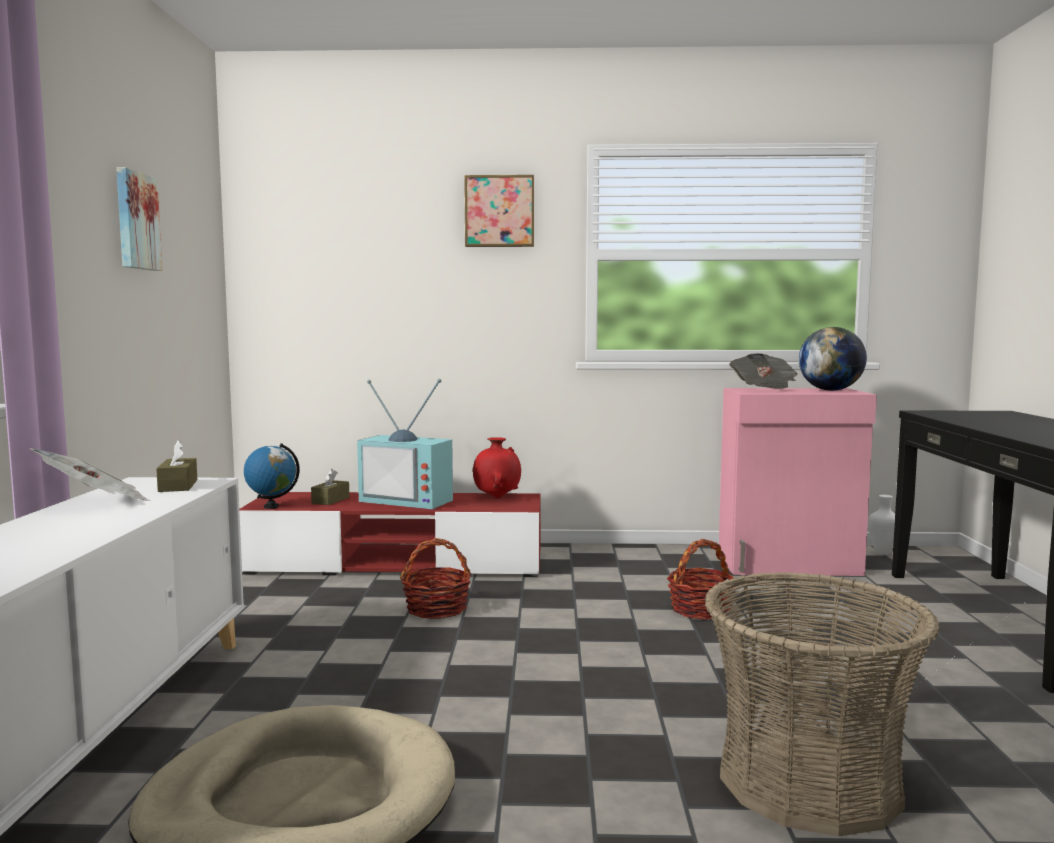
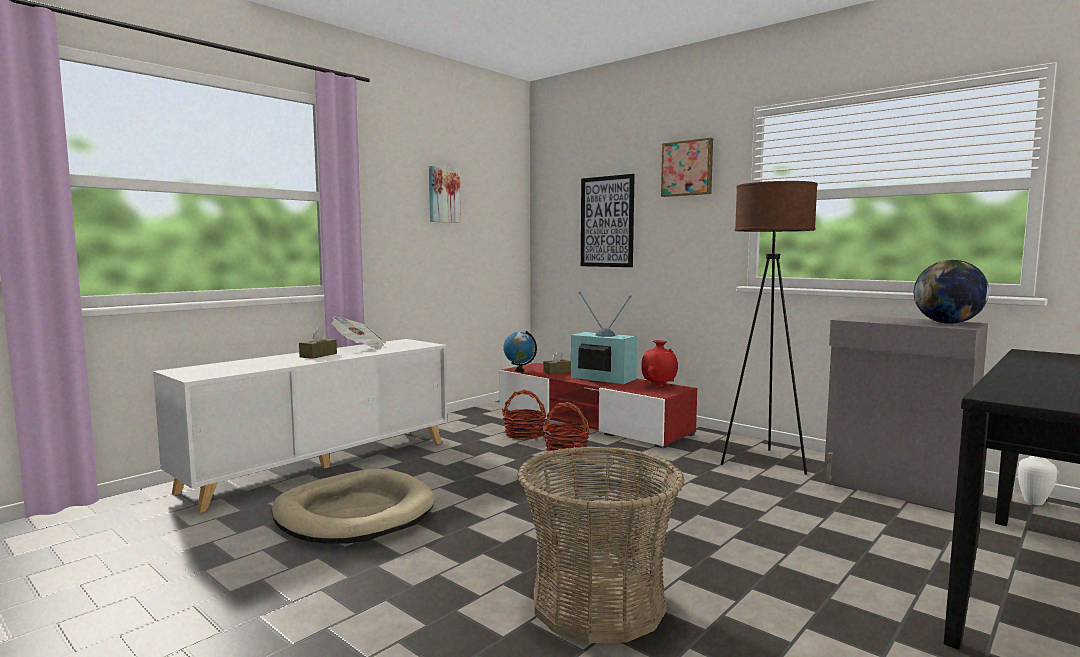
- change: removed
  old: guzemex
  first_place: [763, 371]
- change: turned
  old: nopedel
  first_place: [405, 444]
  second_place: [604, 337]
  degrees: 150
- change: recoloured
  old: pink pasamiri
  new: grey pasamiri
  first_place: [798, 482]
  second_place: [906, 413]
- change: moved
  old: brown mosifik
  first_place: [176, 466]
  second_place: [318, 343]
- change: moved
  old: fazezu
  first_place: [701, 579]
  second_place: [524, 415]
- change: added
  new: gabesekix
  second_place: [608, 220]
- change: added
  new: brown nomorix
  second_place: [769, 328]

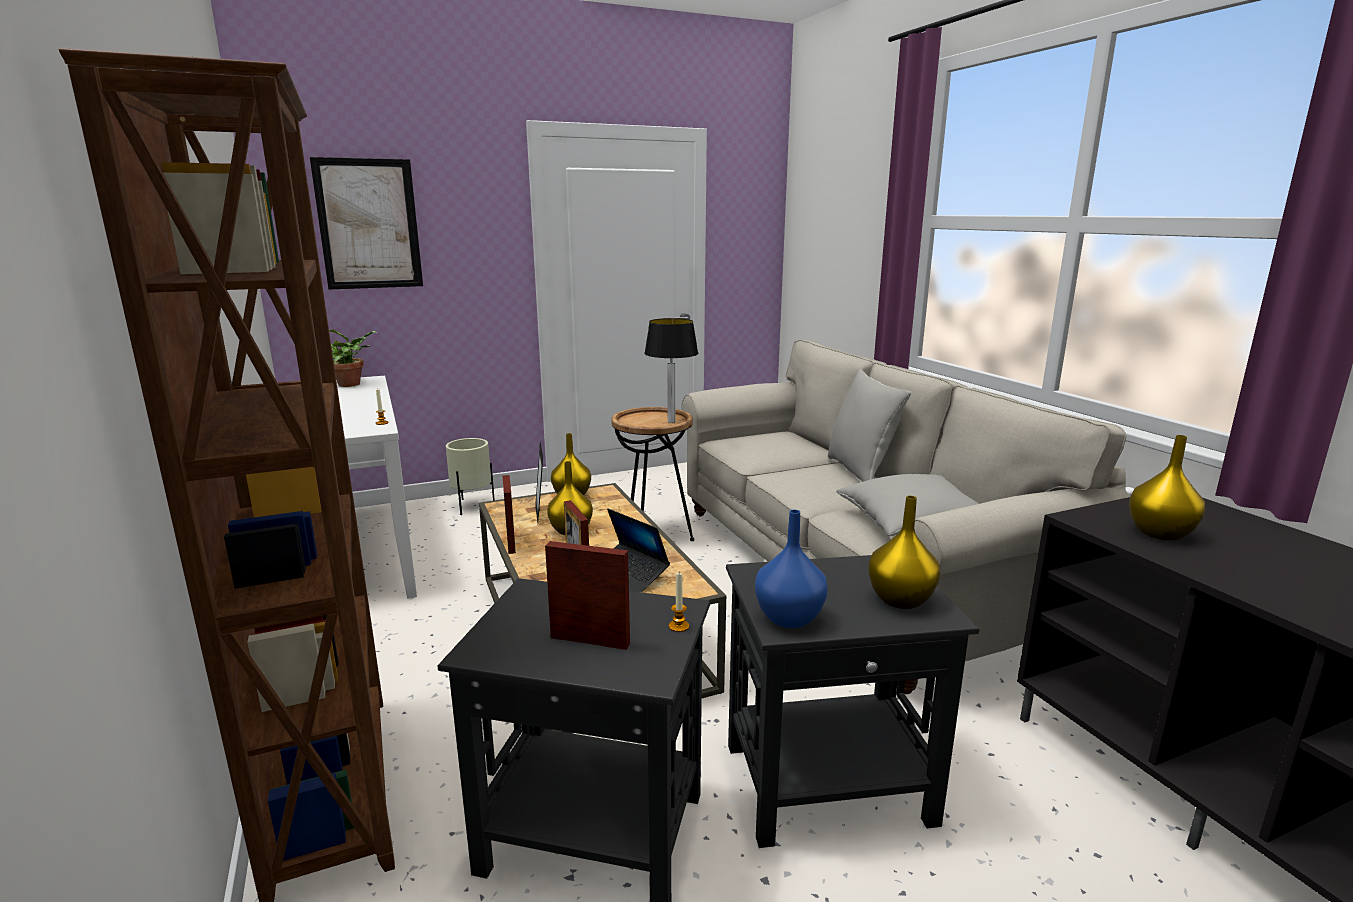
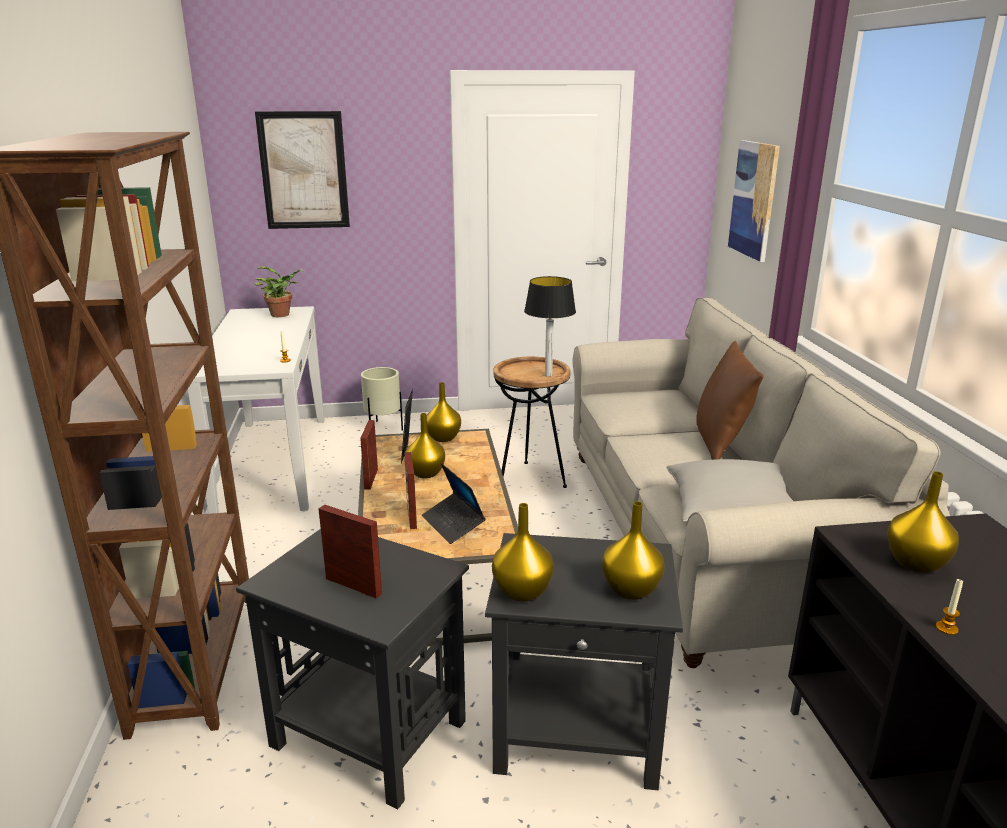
- change: recoloured
  old: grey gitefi
  new: brown gitefi
  first_place: [869, 425]
  second_place: [730, 400]
- change: recoloured
  old: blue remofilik
  new: yellow remofilik
  first_place: [791, 569]
  second_place: [523, 552]
- change: moved
  old: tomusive
  first_place: [679, 602]
  second_place: [949, 606]
- change: added
  new: gabesekix
  second_place: [754, 201]

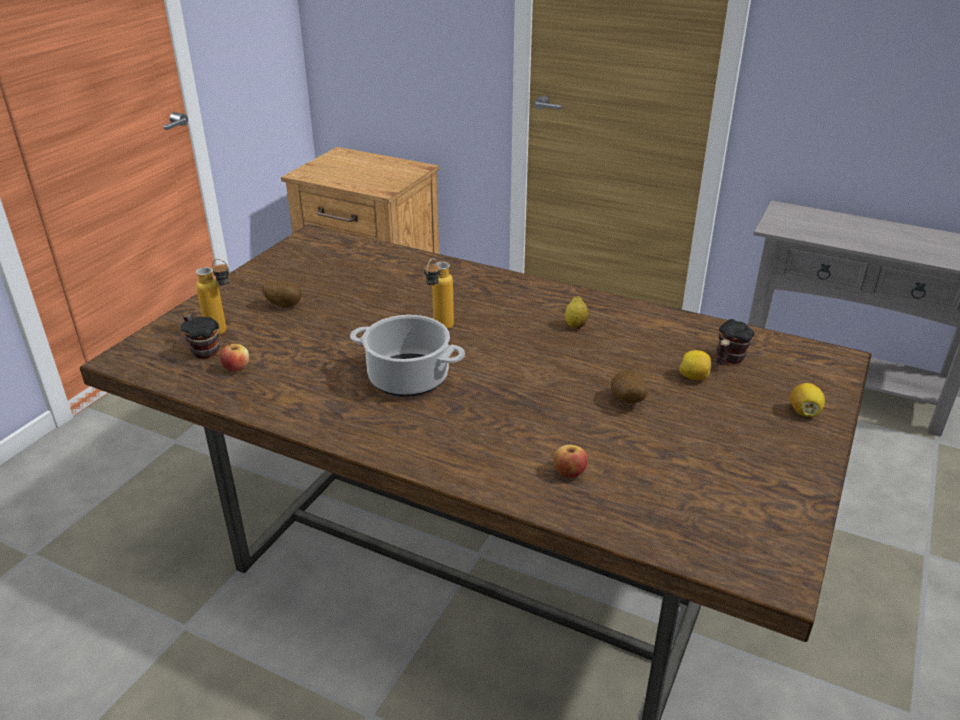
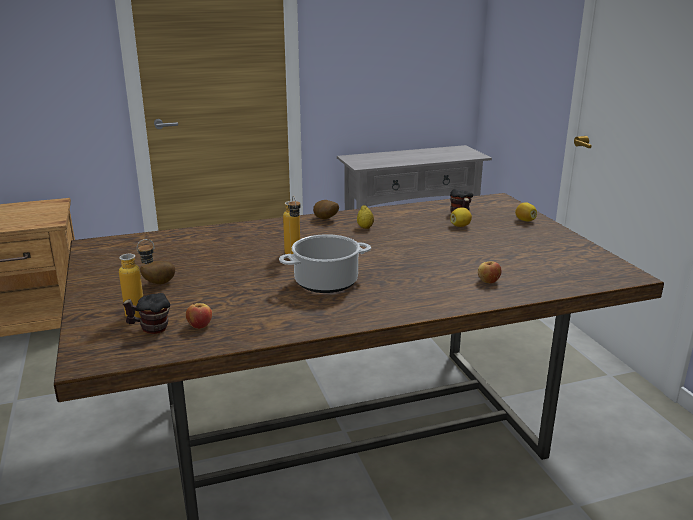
- change: moved
  old: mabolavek
  first_place: [629, 386]
  second_place: [326, 209]

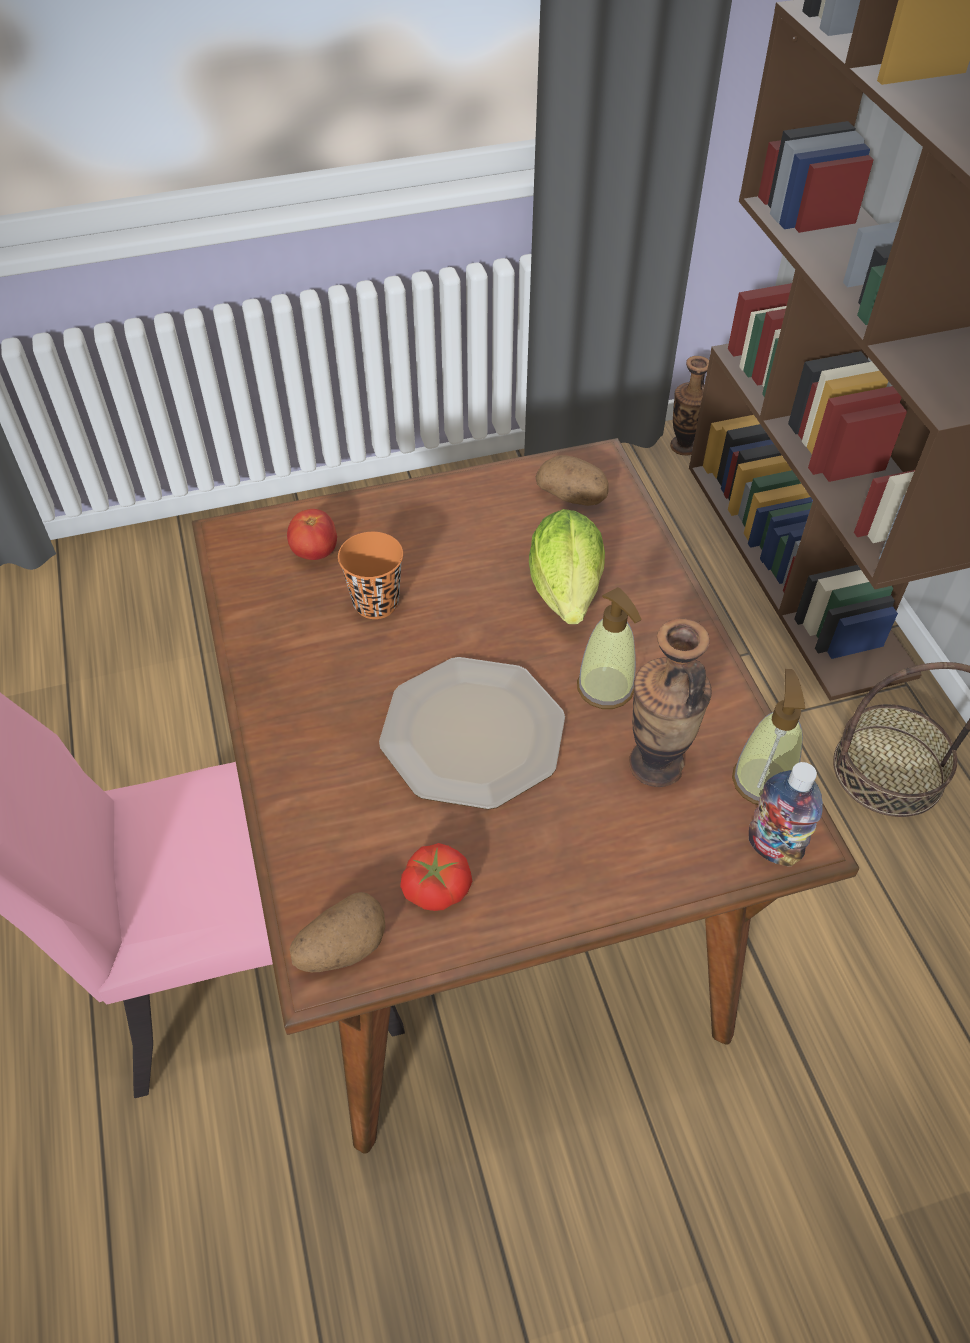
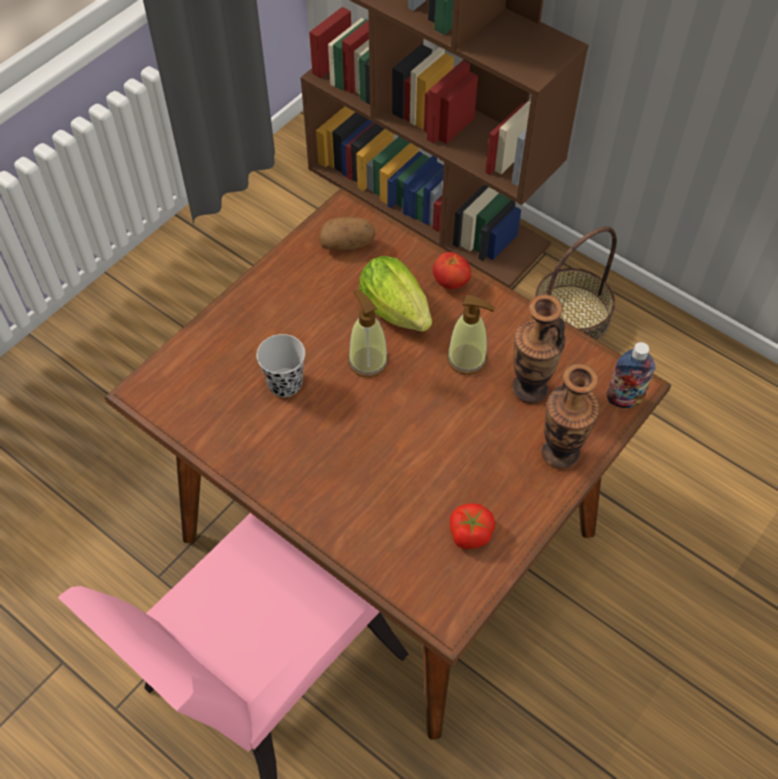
- change: moved
  old: remofilik
  first_place: [689, 406]
  second_place: [570, 417]
- change: moved
  old: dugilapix
  first_place: [312, 534]
  second_place: [452, 270]
- change: recoloured
  old: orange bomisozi
  new: black bomisozi
  first_place: [370, 575]
  second_place: [280, 365]
- change: removed
  old: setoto
  first_place: [472, 733]
- change: moved
  old: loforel
  first_place: [768, 737]
  second_place: [368, 333]
- change: removed
  old: mabolavek
  first_place: [338, 932]

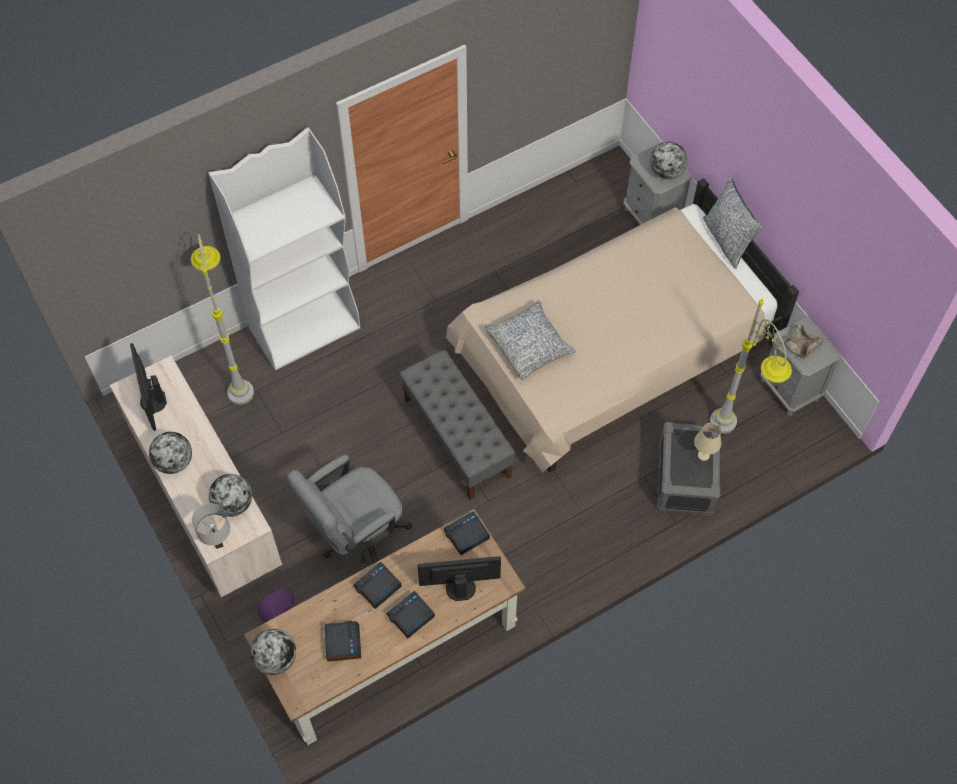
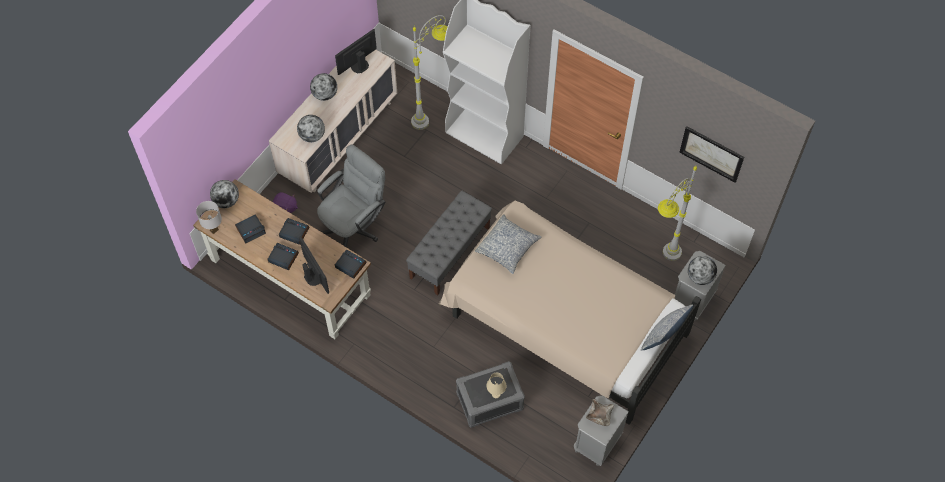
- change: moved
  old: grey nomorix
  first_place: [751, 366]
  second_place: [677, 213]
- change: turned
  old: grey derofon
  first_place: [349, 509]
  second_place: [351, 195]
  degrees: 105
- change: moved
  old: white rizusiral
  first_place: [211, 526]
  second_place: [209, 217]
- change: added
  new: gabesekix
  second_place: [711, 154]

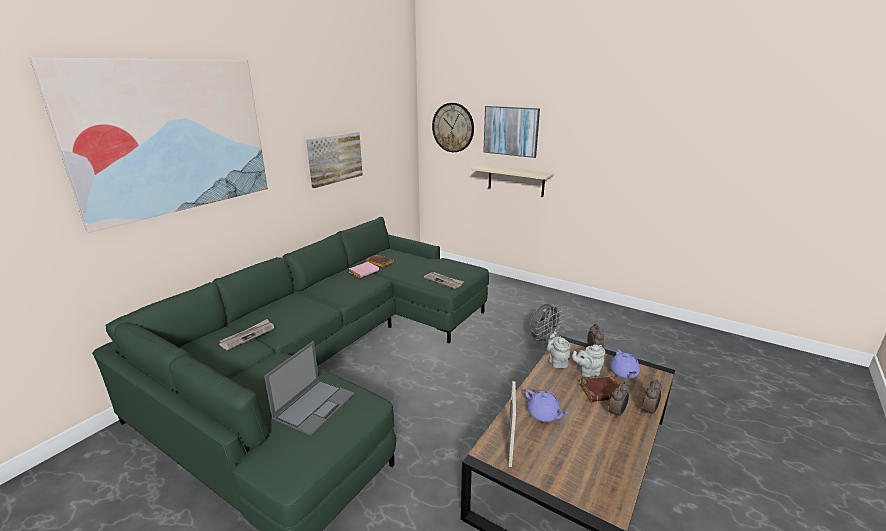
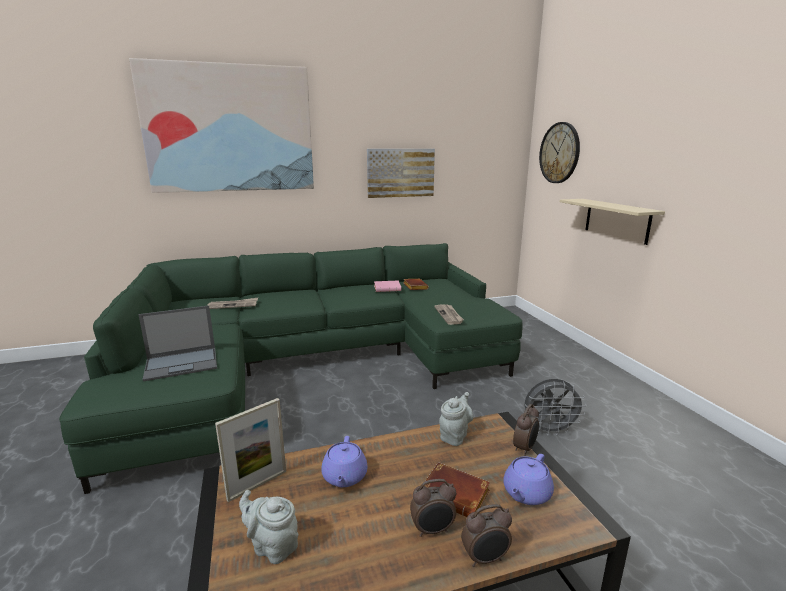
- change: removed
  old: gabesekix
  first_place: [511, 132]
- change: moved
  old: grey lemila
  first_place: [588, 361]
  second_place: [269, 527]

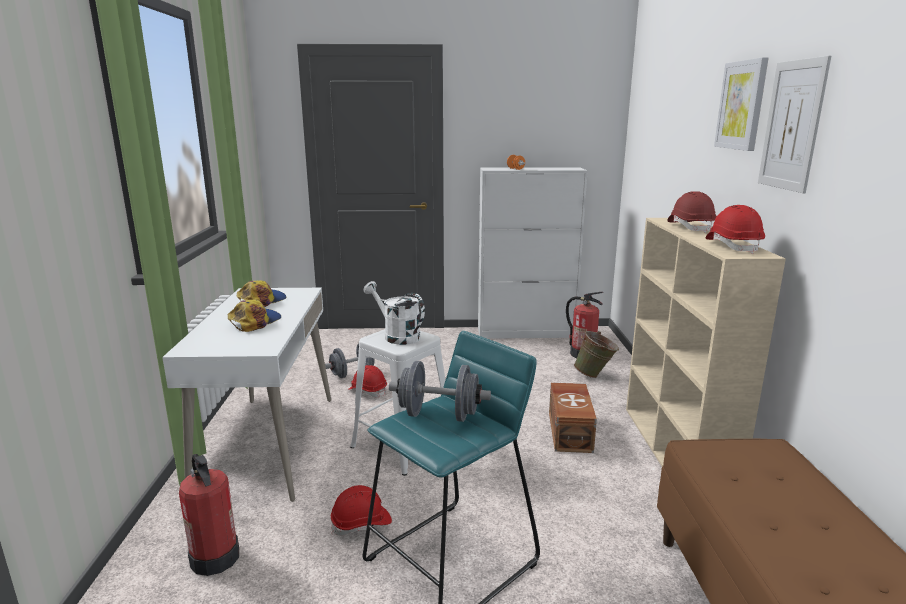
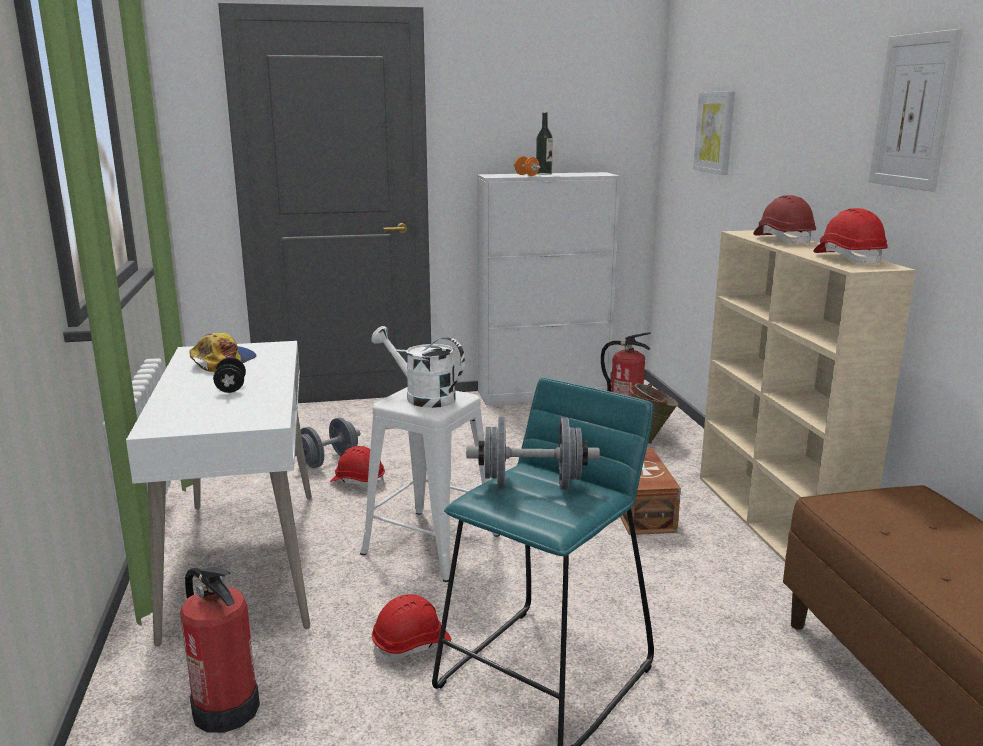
- change: moved
  old: gabesekix
  first_place: [741, 104]
  second_place: [714, 133]
- change: replaced
  old: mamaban
  new: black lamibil
  first_place: [254, 316]
  second_place: [229, 375]
- change: added
  new: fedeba
  second_place: [544, 143]

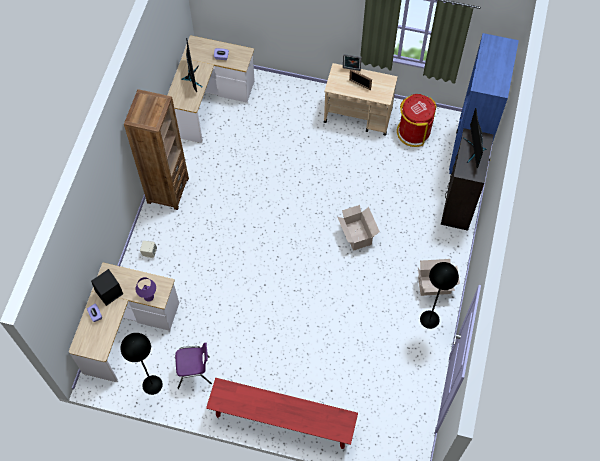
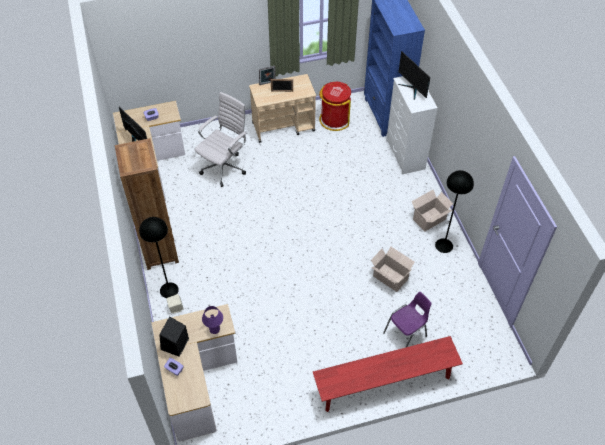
- change: recoloured
  old: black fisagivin
  new: white fisagivin
  first_place: [467, 179]
  second_place: [412, 125]
- change: moved
  old: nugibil
  first_place: [359, 228]
  second_place: [393, 269]
- change: moved
  old: black nomorix
  first_place: [141, 364]
  second_place: [159, 257]
- change: moved
  old: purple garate
  first_place: [193, 366]
  second_place: [407, 320]
- change: added
  new: white derofon
  second_place: [220, 139]

